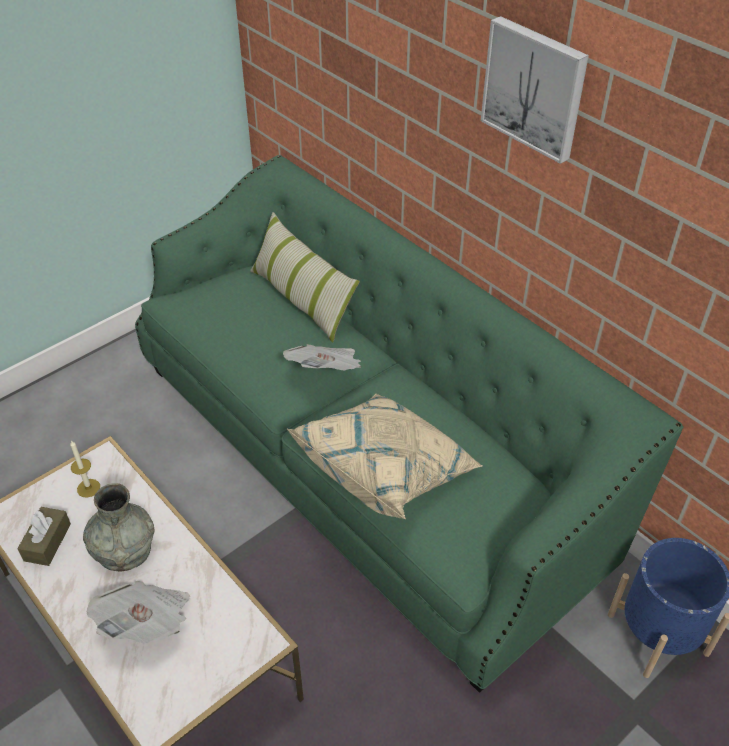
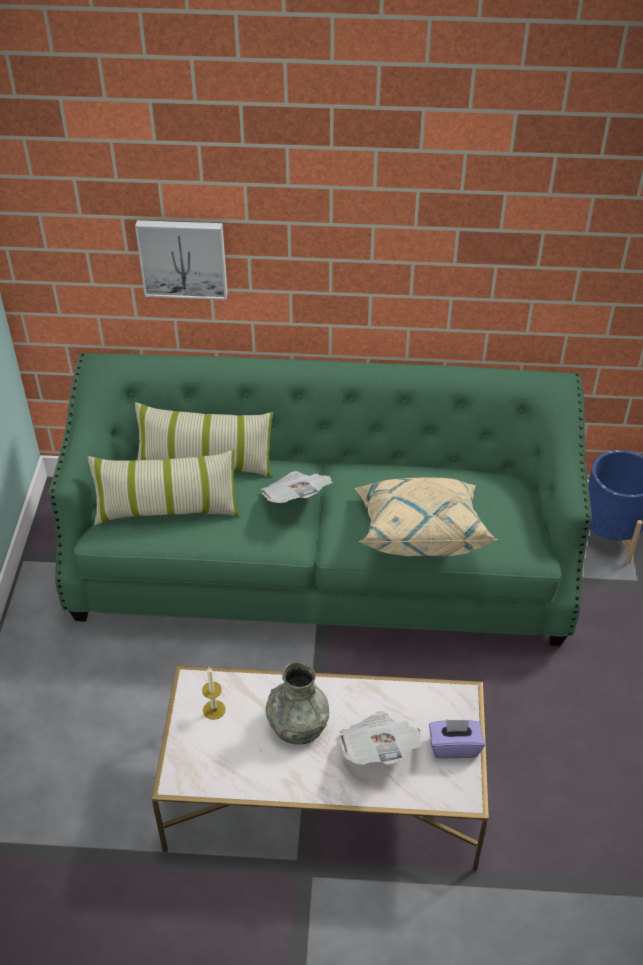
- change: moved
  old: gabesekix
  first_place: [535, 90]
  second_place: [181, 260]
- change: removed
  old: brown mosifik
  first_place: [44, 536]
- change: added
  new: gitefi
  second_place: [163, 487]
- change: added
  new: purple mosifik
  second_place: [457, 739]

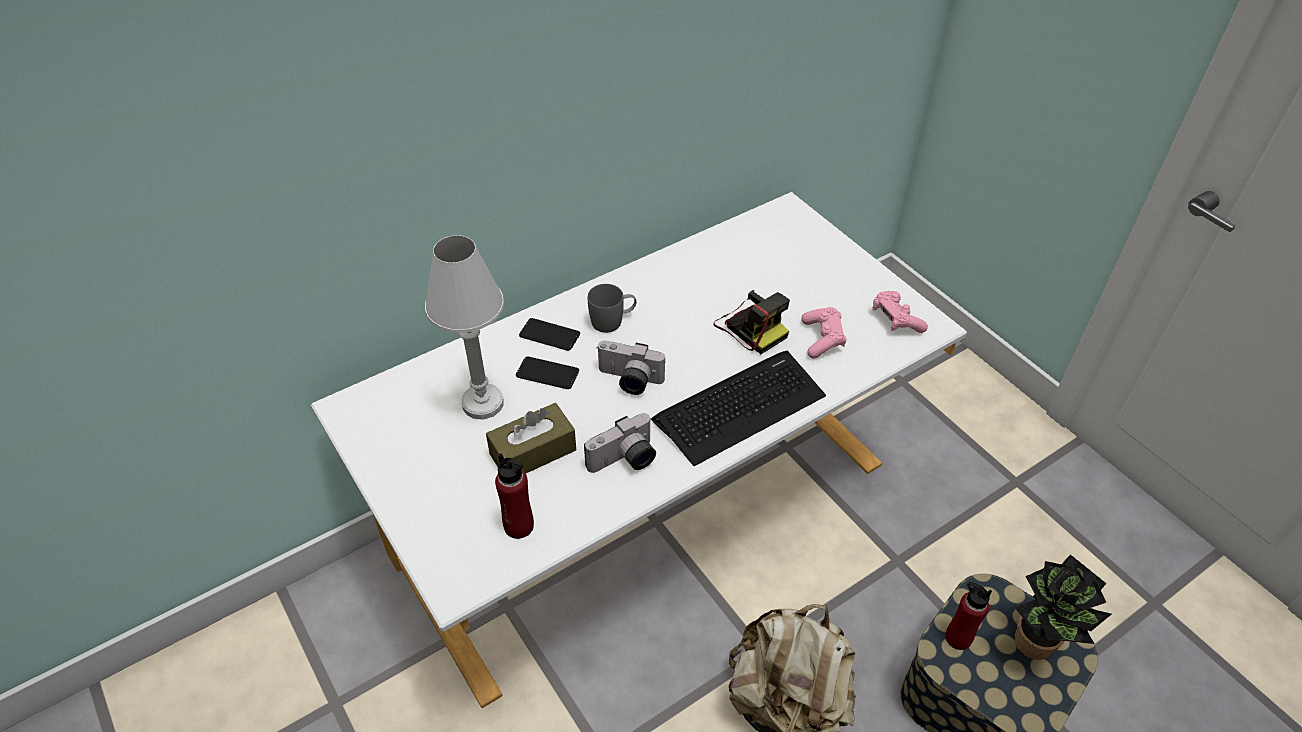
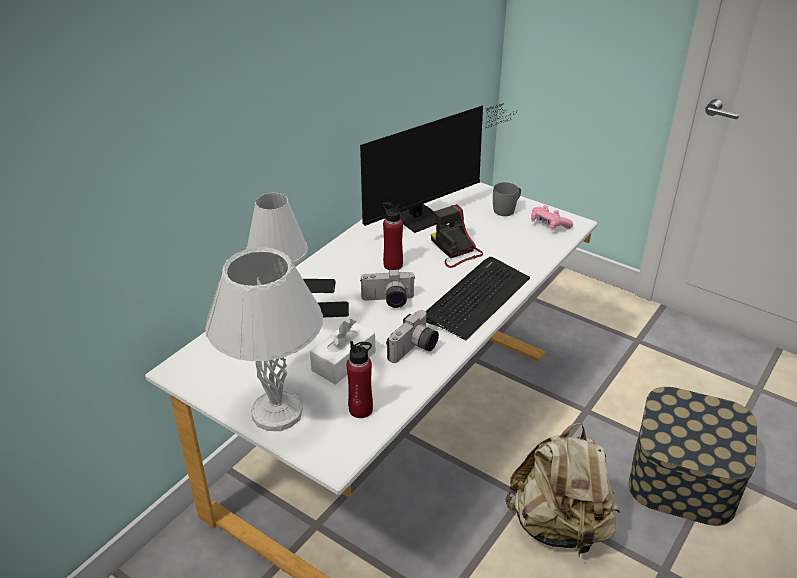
- change: moved
  old: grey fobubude
  first_place: [612, 308]
  second_place: [507, 199]
- change: turned
  old: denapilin
  first_place: [751, 322]
  second_place: [457, 236]
  degrees: -150
- change: removed
  old: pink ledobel
  first_place: [823, 333]
- change: recoloured
  old: brown mosifik
  new: white mosifik
  first_place: [531, 438]
  second_place: [342, 352]
- change: removed
  old: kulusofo
  first_place: [1063, 607]
- change: moved
  old: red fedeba
  first_place: [968, 616]
  second_place: [392, 236]
- change: added
  new: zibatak
  second_place: [439, 168]
- change: added
  new: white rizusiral
  second_place: [264, 339]

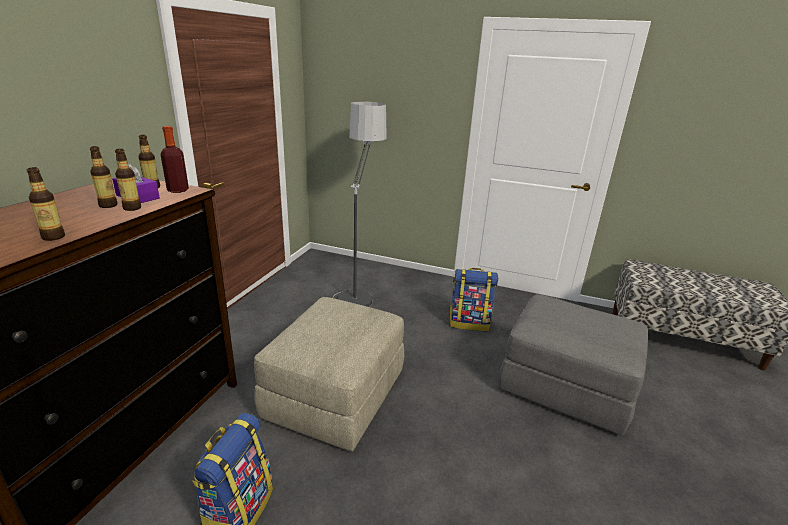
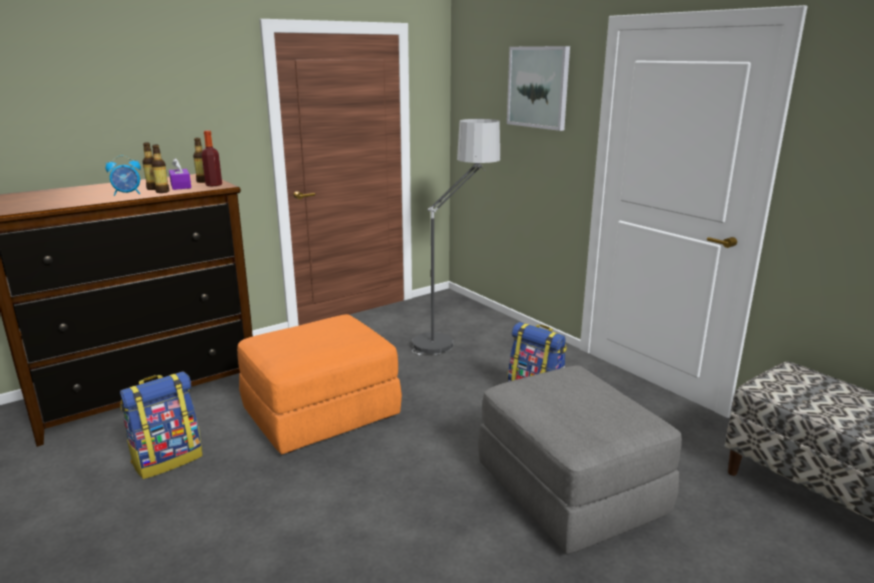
- change: removed
  old: fedeba
  first_place: [46, 204]
- change: recoloured
  old: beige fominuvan
  new: orange fominuvan
  first_place: [329, 374]
  second_place: [319, 384]
- change: added
  new: gabesekix
  second_place: [538, 88]
- change: added
  new: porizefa
  second_place: [123, 175]

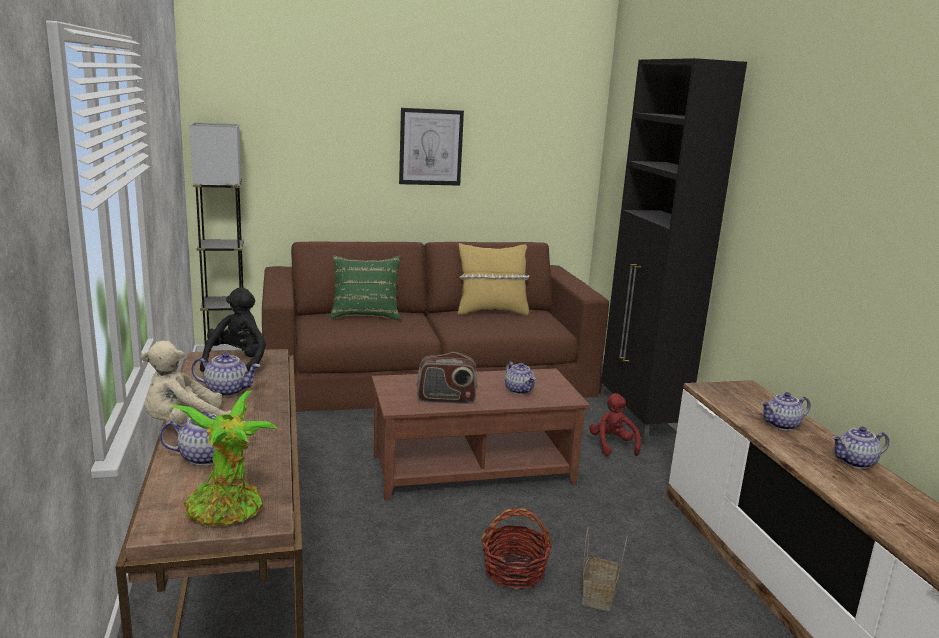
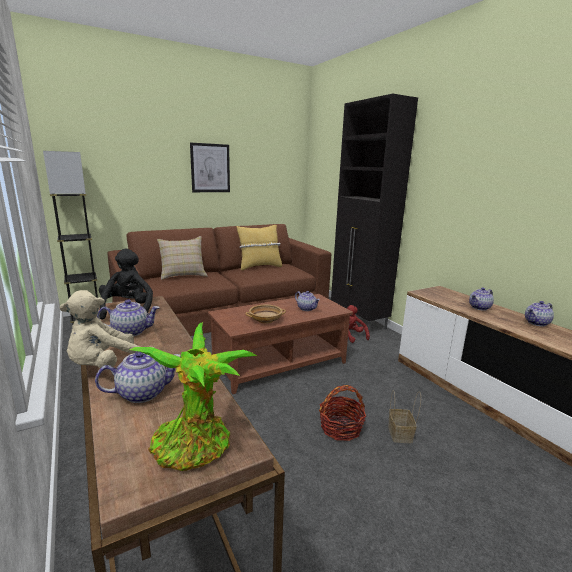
- change: recoloured
  old: green gitefi
  new: beige gitefi
  first_place: [365, 288]
  second_place: [182, 258]
- change: replaced
  old: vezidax
  new: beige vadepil
  first_place: [447, 378]
  second_place: [265, 314]

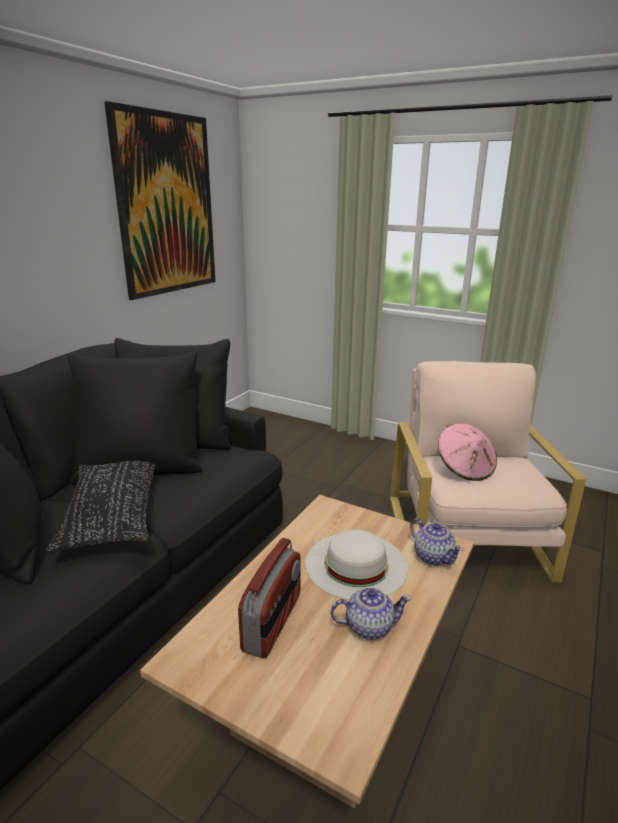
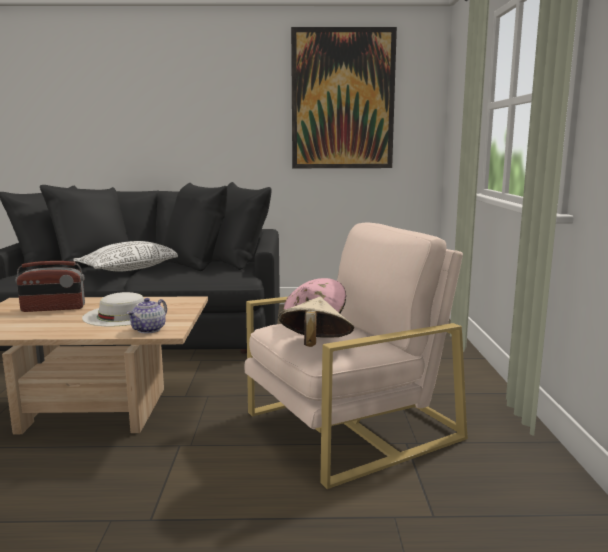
- change: recoloured
  old: black gitefi
  new: white gitefi
  first_place: [101, 507]
  second_place: [125, 256]
- change: removed
  old: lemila
  first_place: [370, 613]
- change: added
  new: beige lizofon
  second_place: [316, 322]

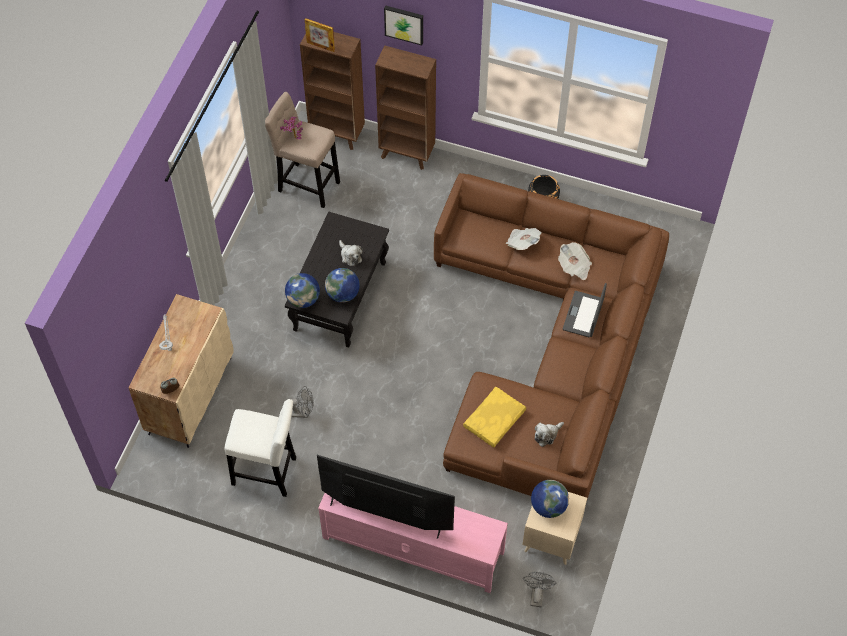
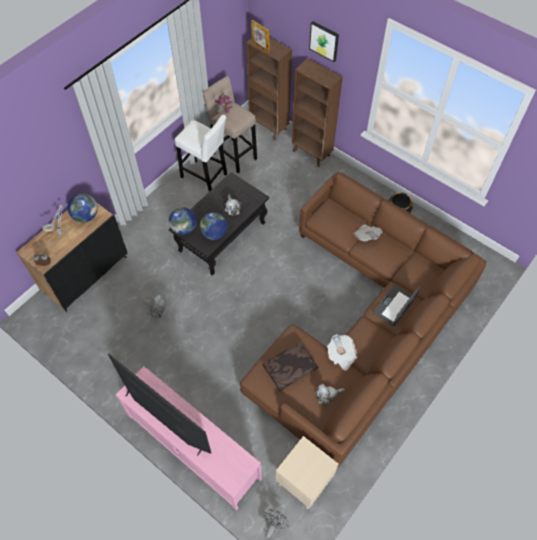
- change: moved
  old: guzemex
  first_place: [575, 261]
  second_place: [342, 352]
- change: recoloured
  old: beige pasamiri
  new: black pasamiri
  first_place: [180, 371]
  second_place: [72, 257]
- change: recoloured
  old: yellow gitefi
  new: brown gitefi
  first_place: [494, 417]
  second_place: [290, 366]
- change: moved
  old: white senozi
  first_place: [260, 448]
  second_place: [201, 153]
- change: moved
  old: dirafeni
  first_place: [550, 499]
  second_place: [83, 207]

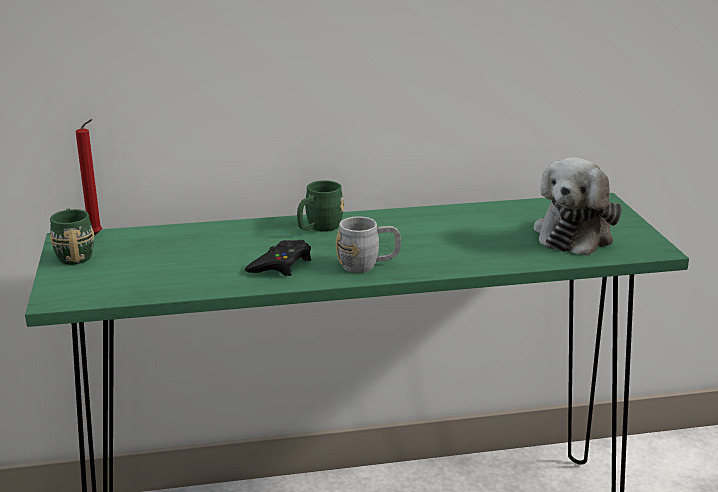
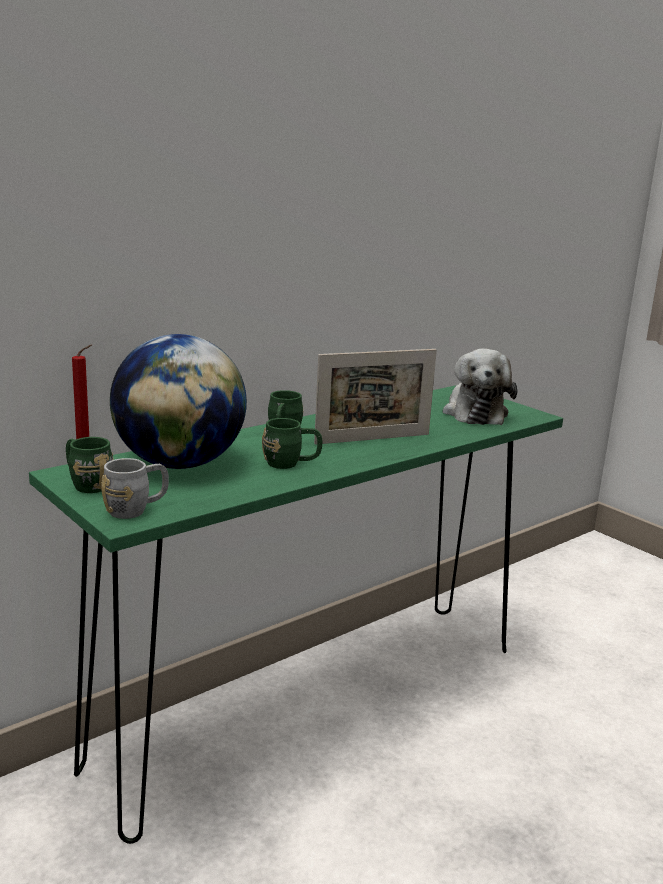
- change: moved
  old: grey fobubude
  first_place: [368, 244]
  second_place: [135, 488]
- change: replaced
  old: black ledobel
  new: green fobubude
  first_place: [278, 258]
  second_place: [292, 443]
- change: added
  new: dirafeni
  second_place: [178, 401]
- change: added
  new: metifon
  second_place: [375, 397]

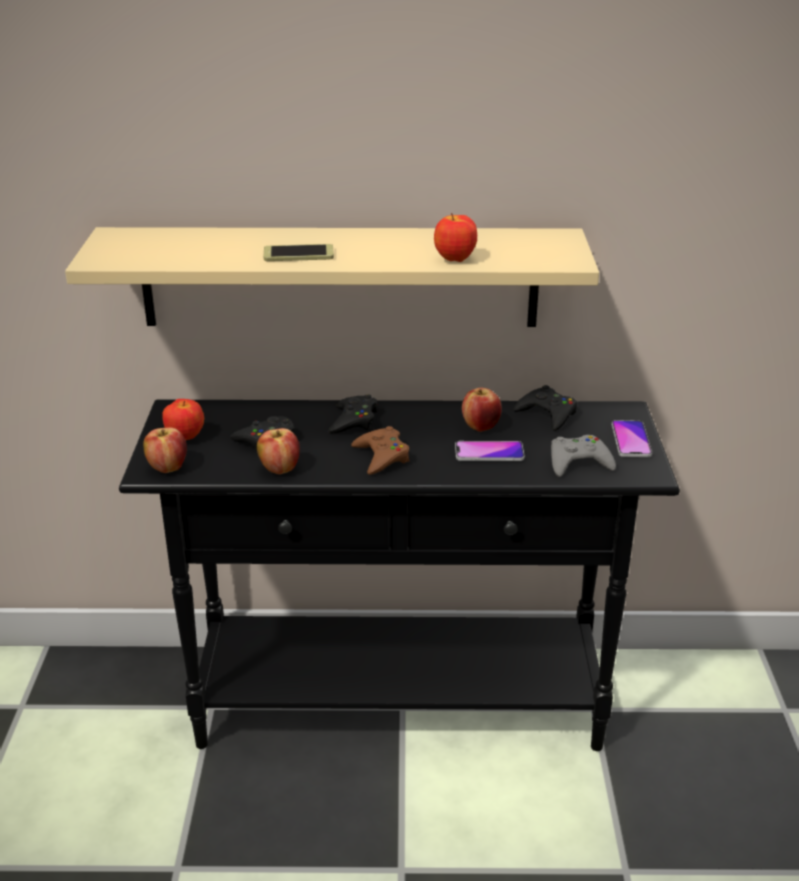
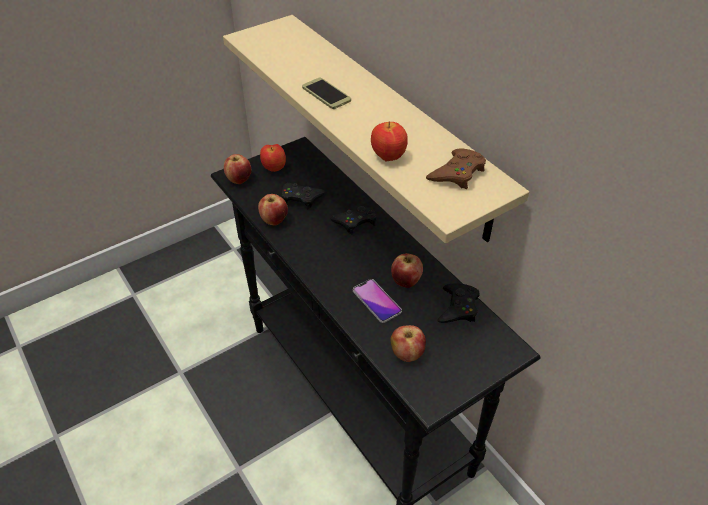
- change: removed
  old: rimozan
  first_place: [632, 438]
- change: moved
  old: brown ledobel
  first_place: [380, 450]
  second_place: [456, 169]
- change: replaced
  old: grey ledobel
  new: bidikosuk
  first_place: [583, 456]
  second_place: [408, 343]

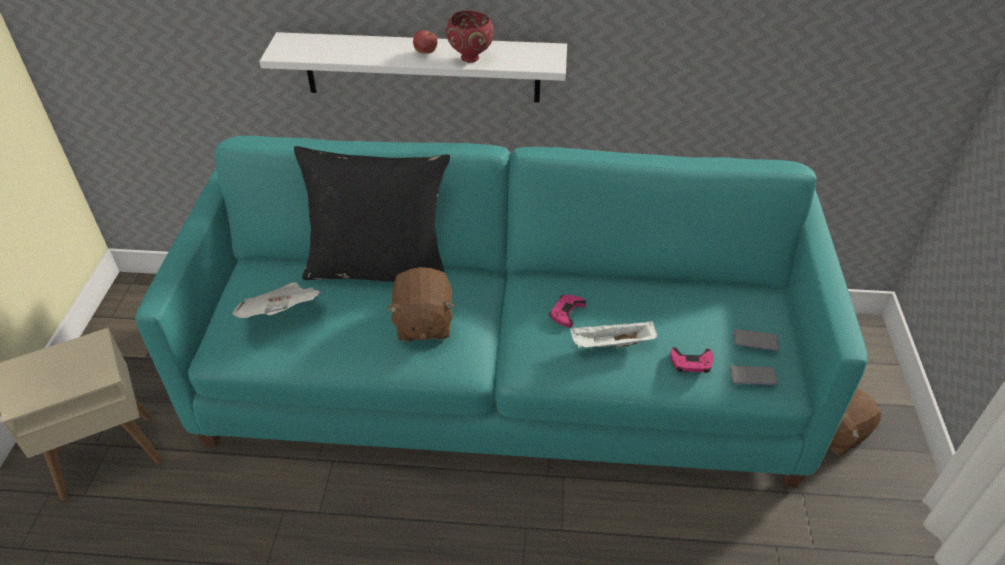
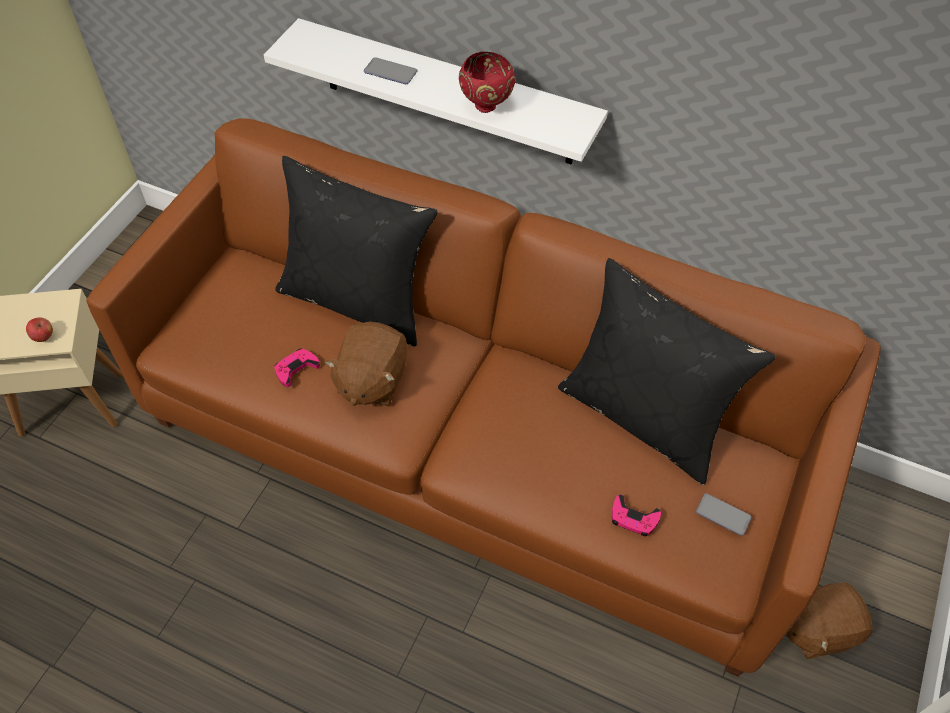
- change: moved
  old: bidikosuk
  first_place: [425, 42]
  second_place: [39, 329]
- change: recoloured
  old: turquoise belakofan
  new: brown belakofan
  first_place: [501, 312]
  second_place: [483, 397]
- change: removed
  old: guzemex
  first_place: [277, 300]
- change: moved
  old: pink ledobel
  first_place: [568, 311]
  second_place: [297, 368]
- change: removed
  old: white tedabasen
  first_place: [614, 334]
- change: moved
  old: rimozan
  first_place: [753, 375]
  second_place: [391, 71]
- change: added
  new: black gitefi
  second_place: [667, 371]

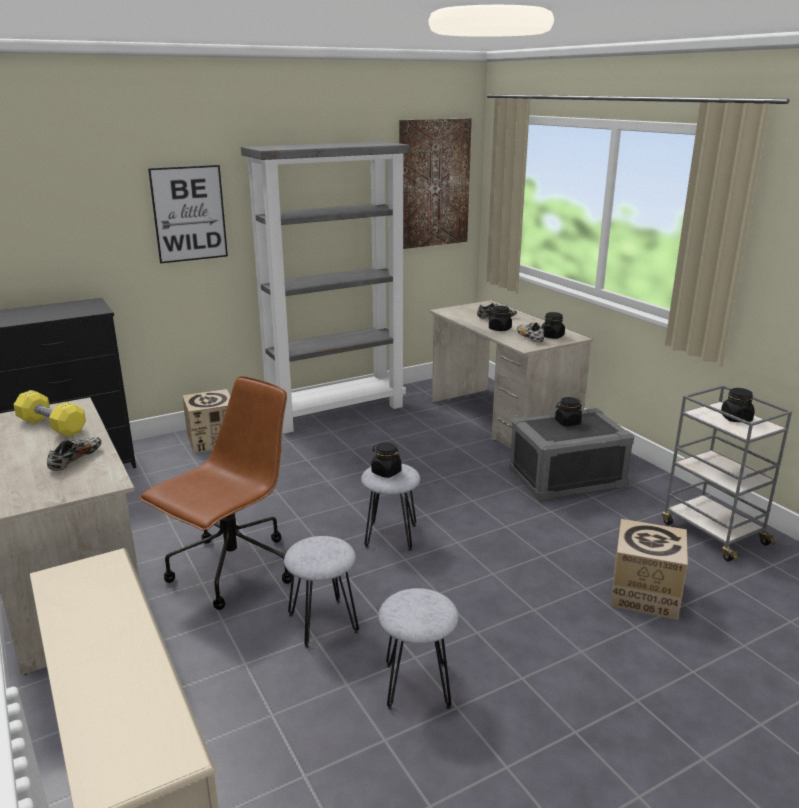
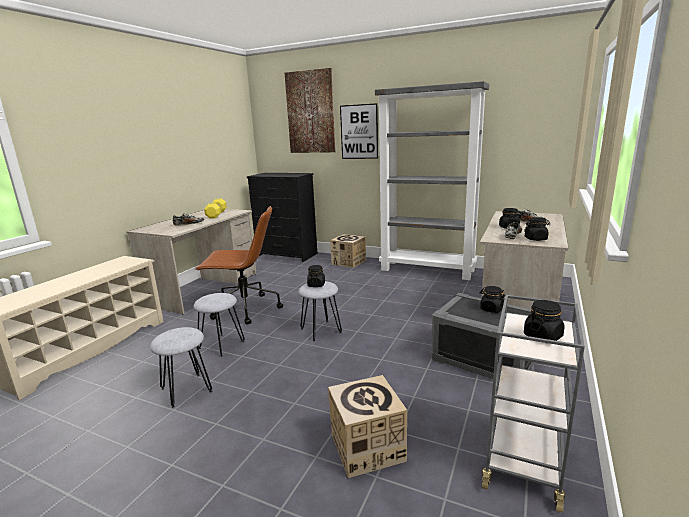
- change: moved
  old: gabesekix
  first_place: [435, 183]
  second_place: [310, 110]

